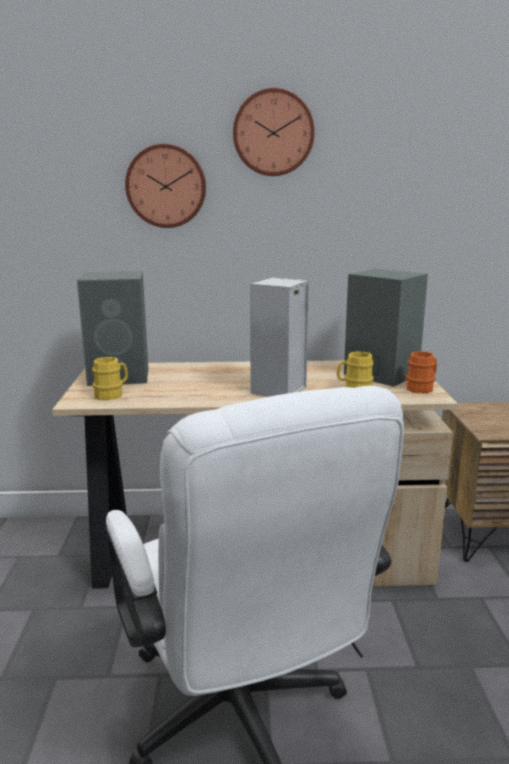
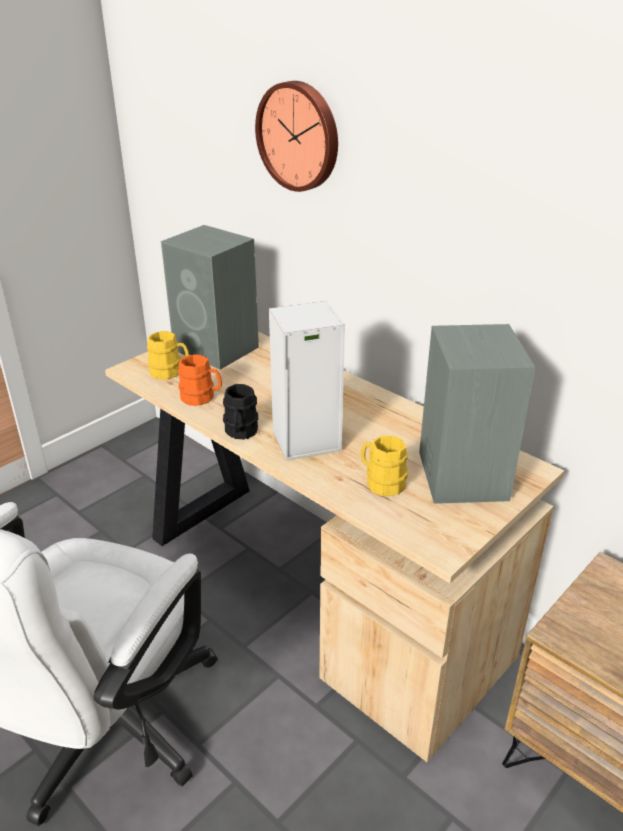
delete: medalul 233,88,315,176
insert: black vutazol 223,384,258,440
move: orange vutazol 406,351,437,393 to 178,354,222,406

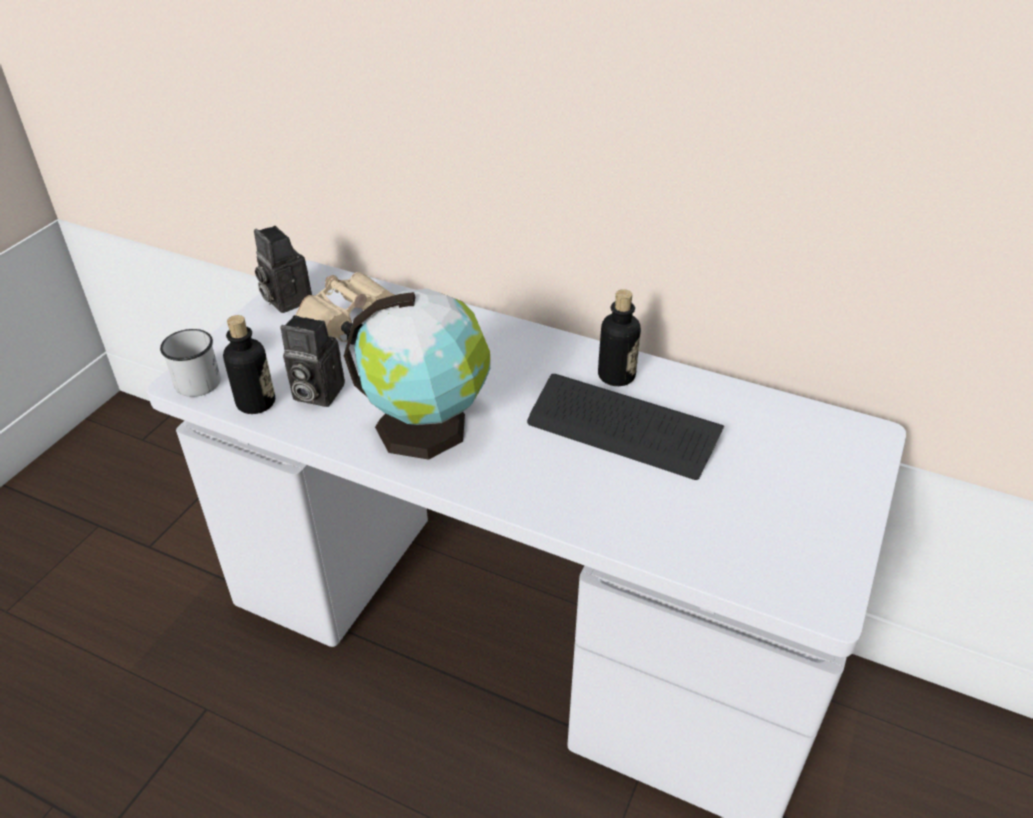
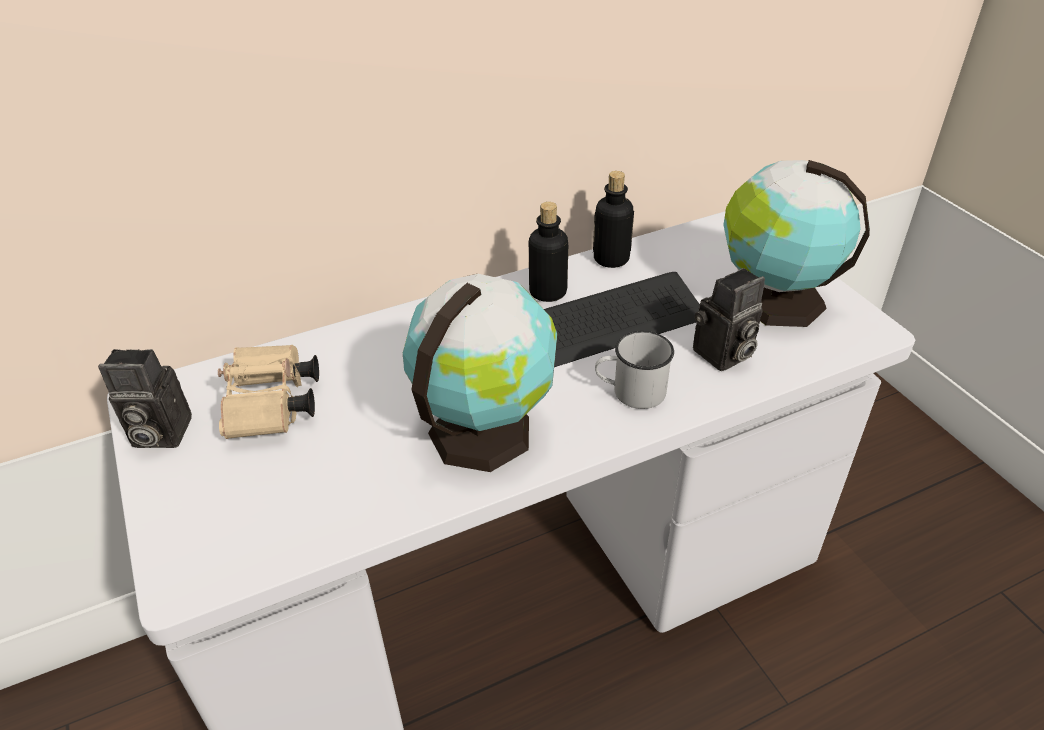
insert: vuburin 723,160,870,327
move: white vutazol 160,329,221,397 to 595,331,674,409; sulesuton 223,315,275,414 to 593,171,634,268; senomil 281,315,345,407 to 693,268,765,371

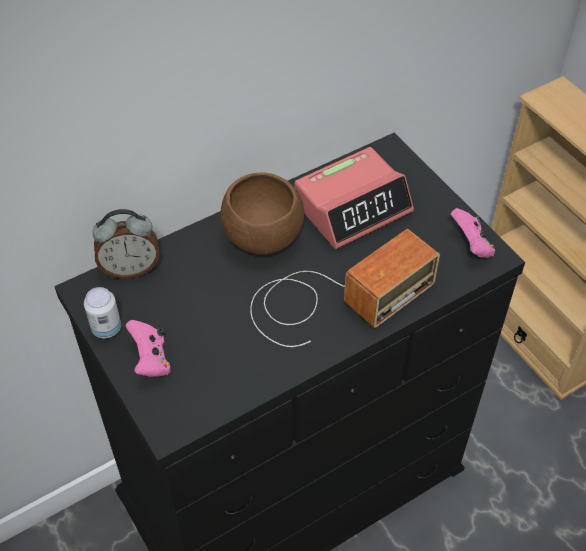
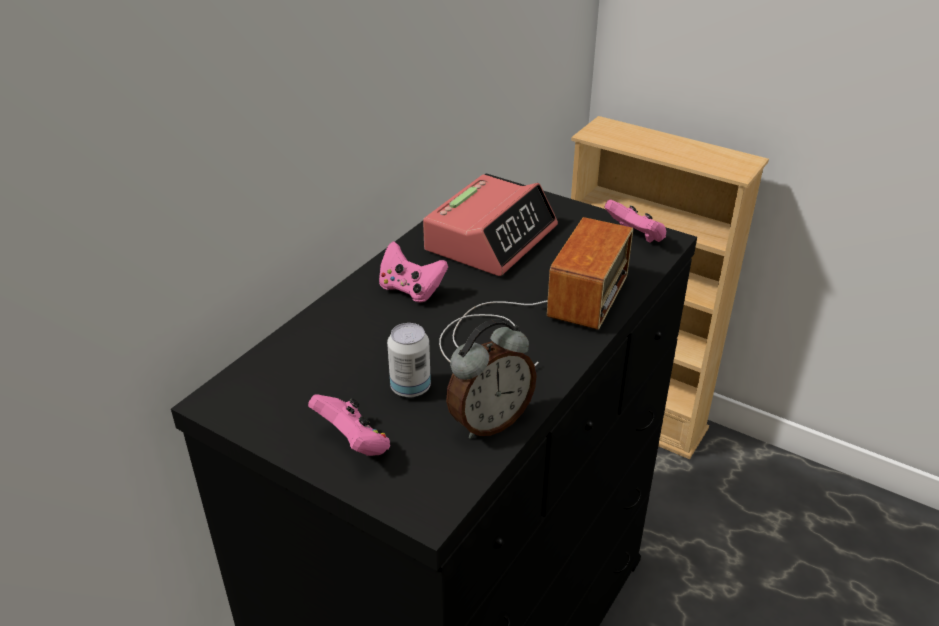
move: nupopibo 84,287,121,338 to 387,323,431,397; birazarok 92,209,159,279 to 446,319,537,439
replace: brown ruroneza 220,172,305,255 to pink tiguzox 379,241,448,303

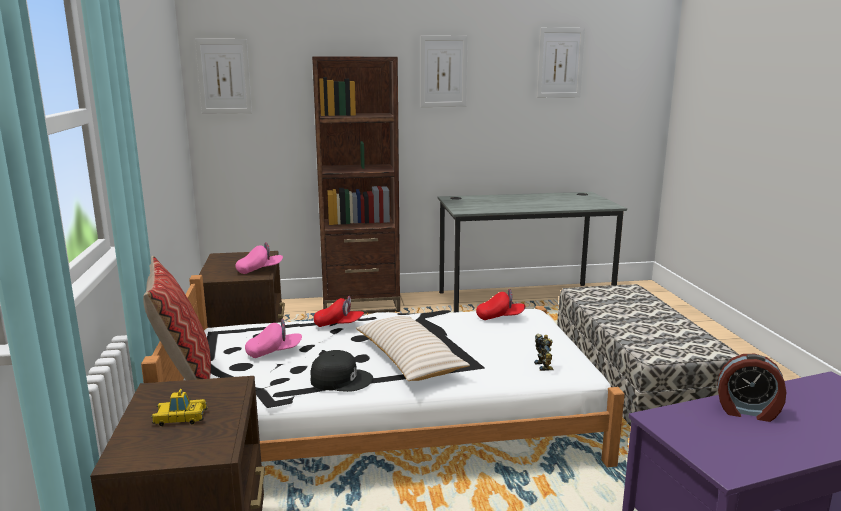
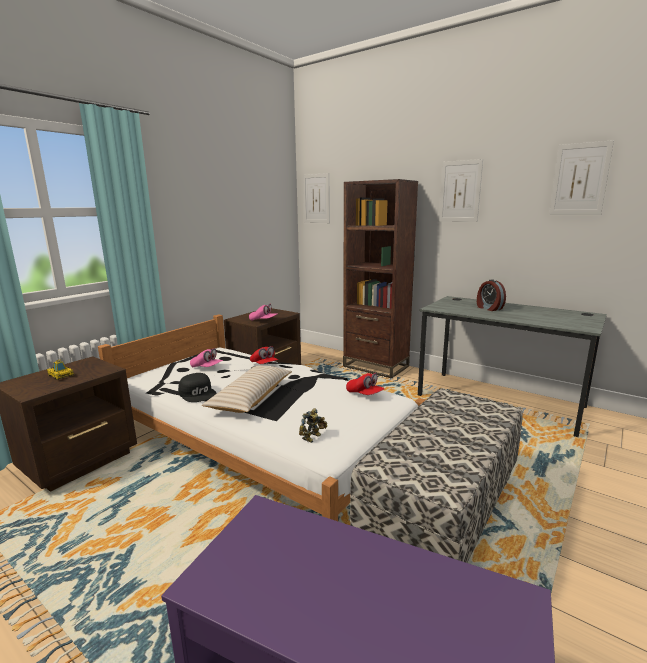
delete: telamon 143,256,211,380
move: birazarok 717,354,786,422 to 477,280,506,311

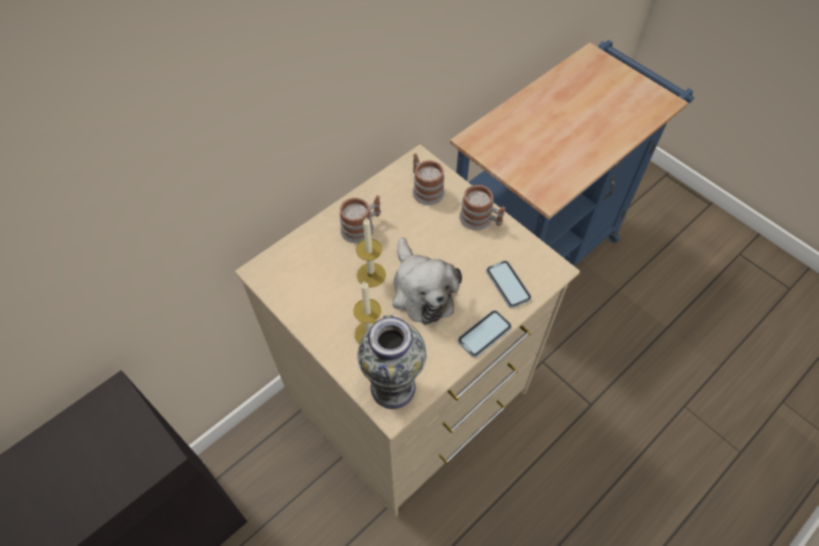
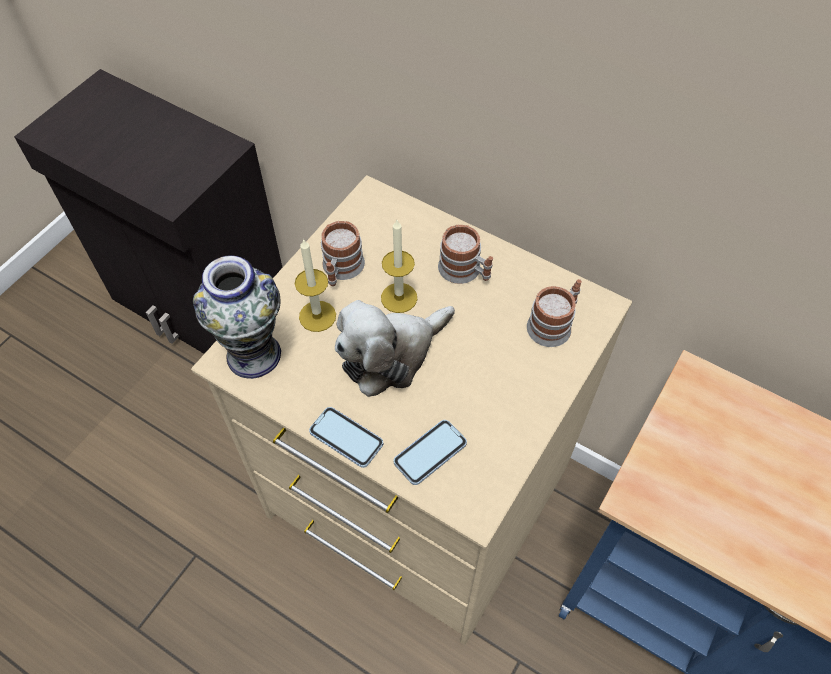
move: vutazol 459,185,505,230 to 321,221,365,286

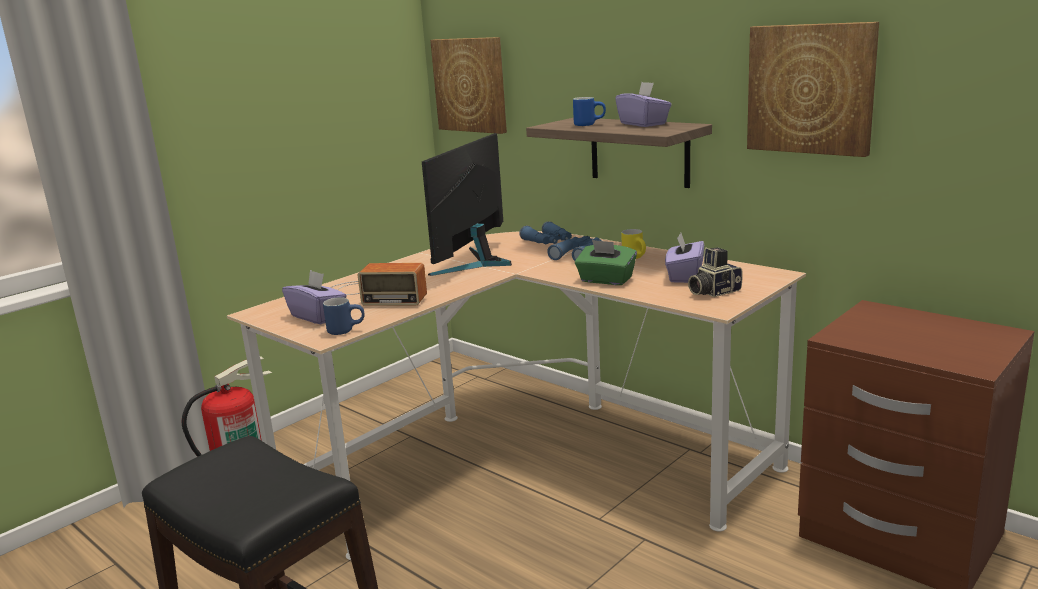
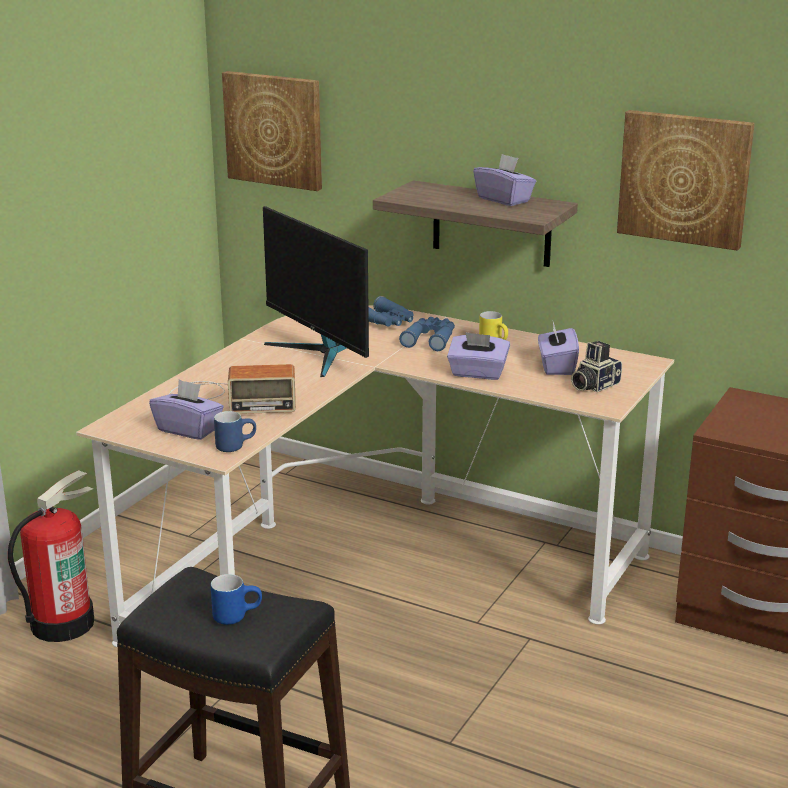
move: blue vutazol 573,97,606,126 to 211,574,262,625
recolor: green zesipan 575,240,637,285 to purple zesipan 447,332,510,380
rotate: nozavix 422,133,512,276 = 263,206,369,377 45 degrees counterclockwise

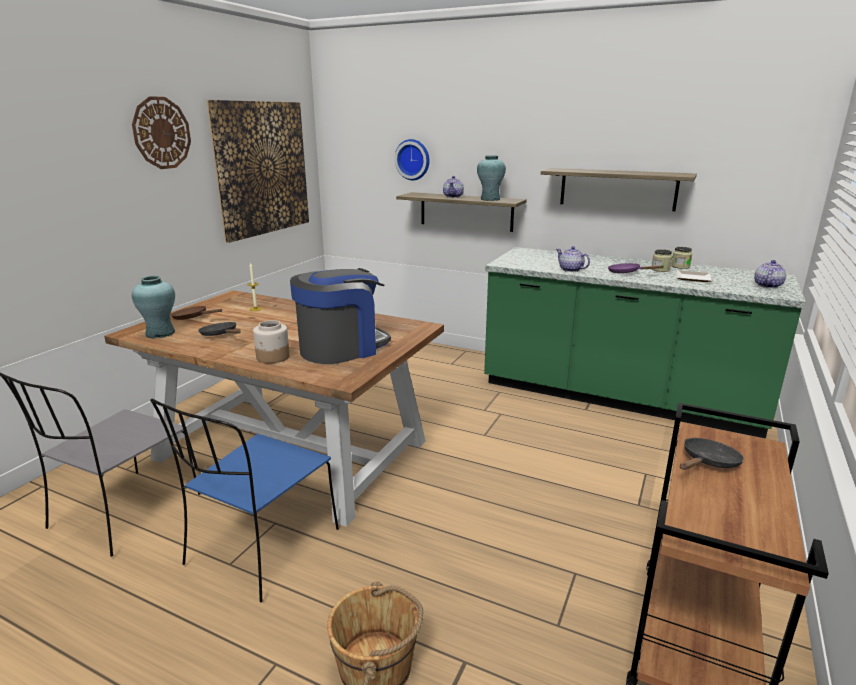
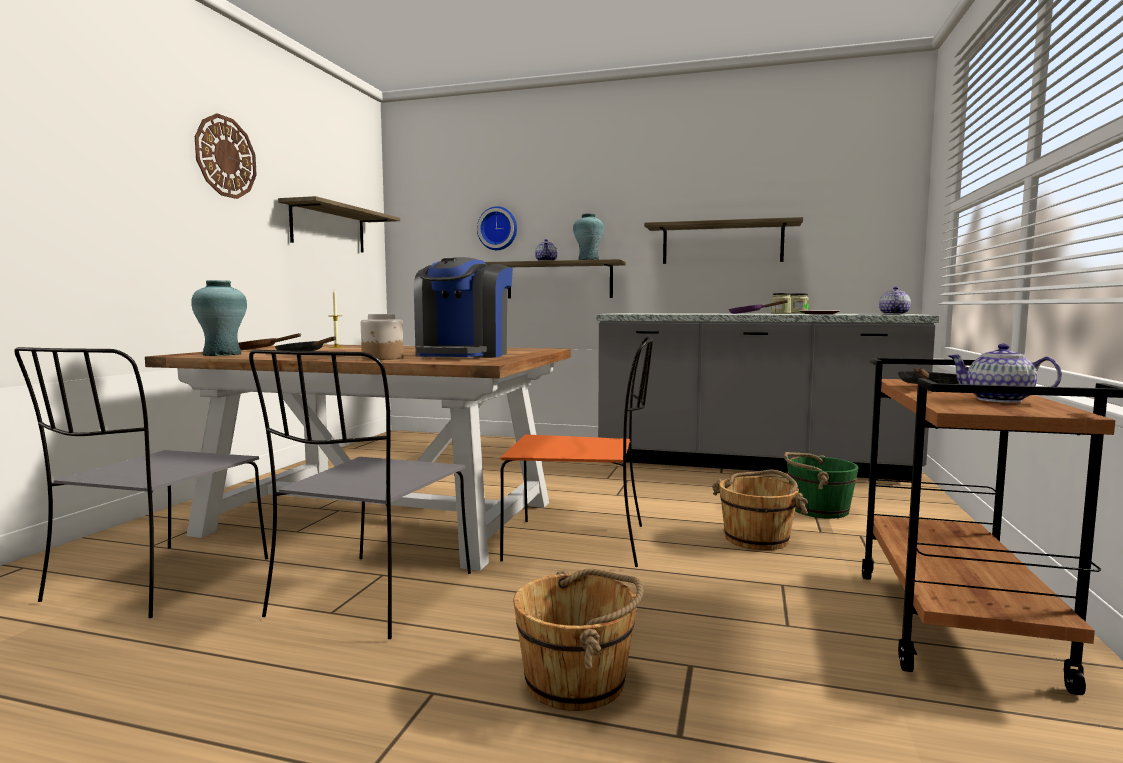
insert: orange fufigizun 500,336,653,567; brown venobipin 712,470,808,550; green venobipin 784,452,859,519
move: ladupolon 556,246,590,272 to 948,344,1062,403
replace: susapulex 207,100,309,243 to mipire 278,196,400,253
recolor: blue fufigizun 150,399,339,603 to grey fufigizun 249,349,471,639; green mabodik 484,247,806,438 to grey mabodik 596,313,940,481
rotate: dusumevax 290,268,391,364 = 414,257,513,358 150 degrees clockwise

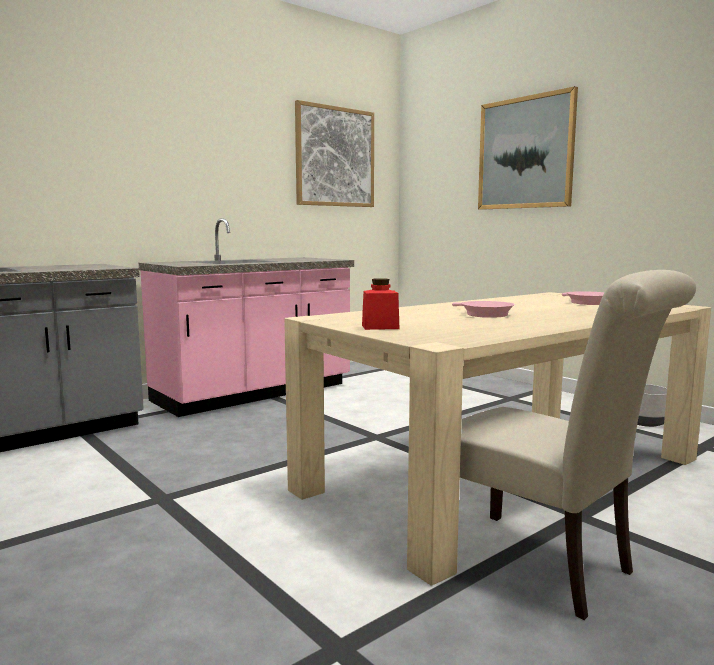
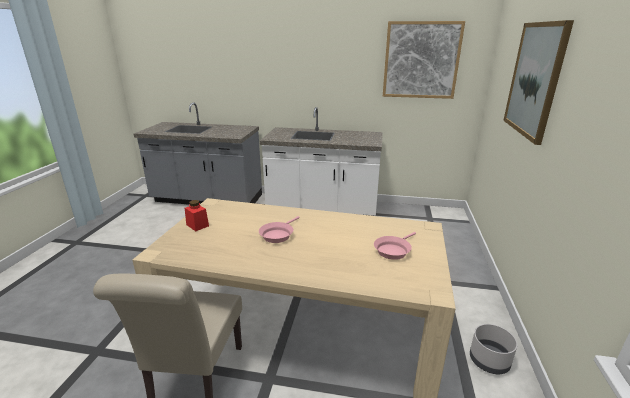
recolor: pink mabodik 139,218,354,417 to white mabodik 260,107,383,216

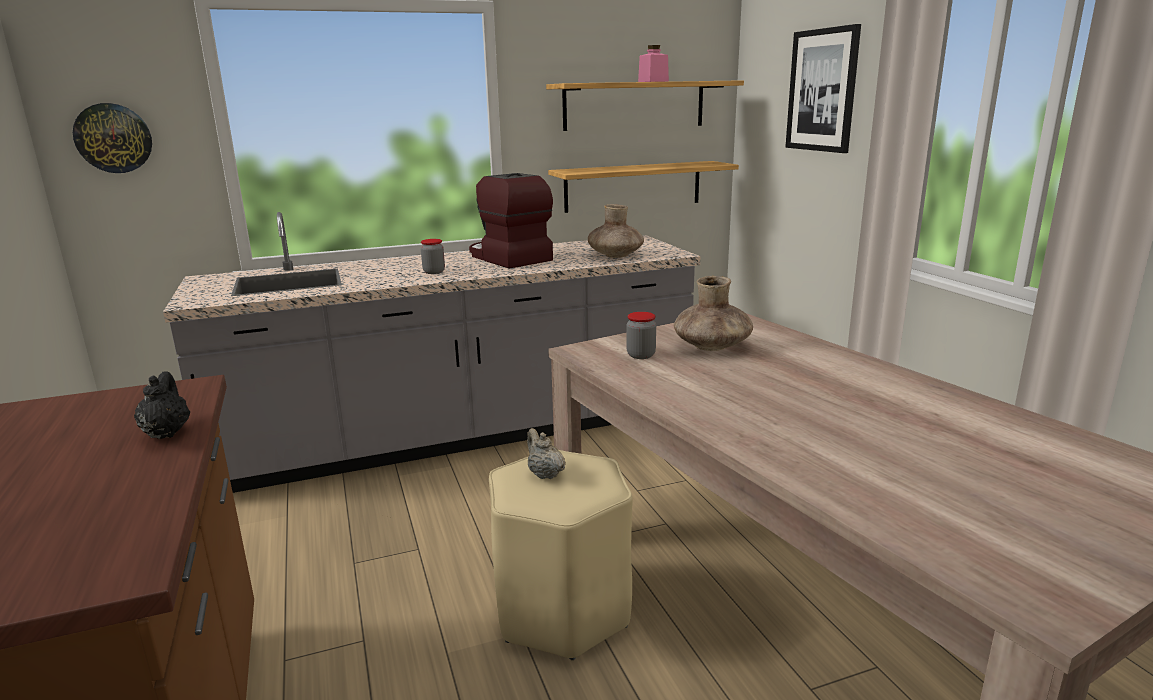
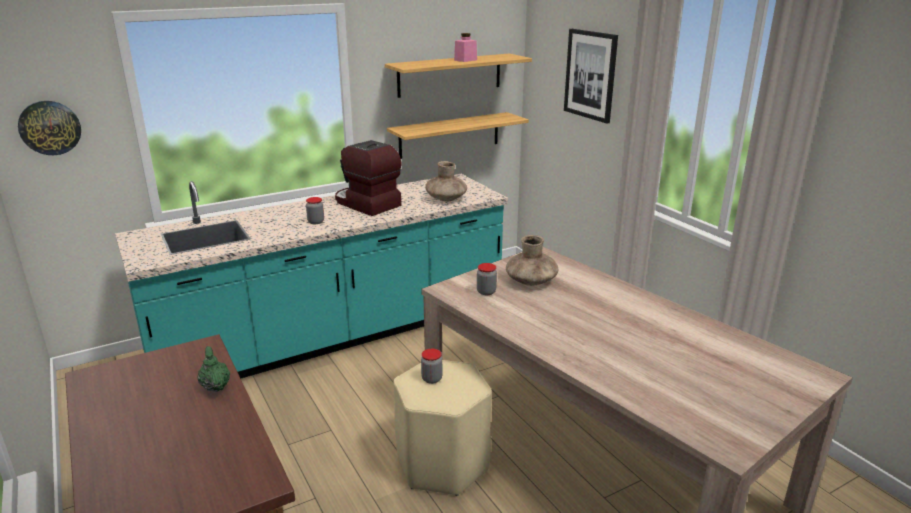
replace: beige ladupolon 527,428,566,479 to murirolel 421,349,442,384
recolor: black ladupolon 134,371,190,439 to green ladupolon 198,346,230,392; grey mabodik 163,212,700,493 to turquoise mabodik 115,174,508,378

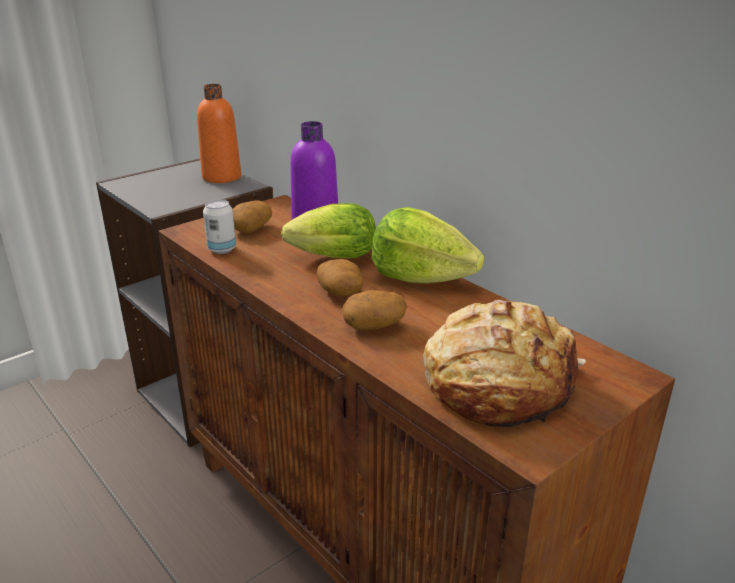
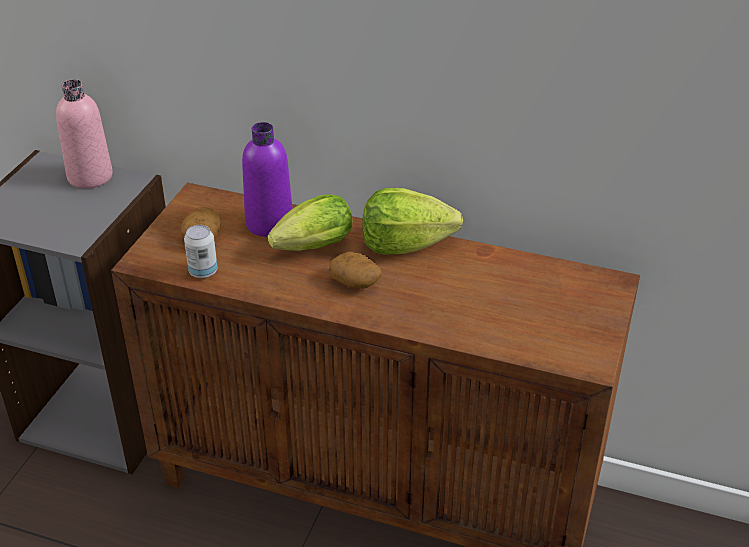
delete: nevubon 342,290,407,331; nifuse 423,300,586,427
recolor: orange sulesuton 197,84,241,183 to pink sulesuton 56,79,113,189

